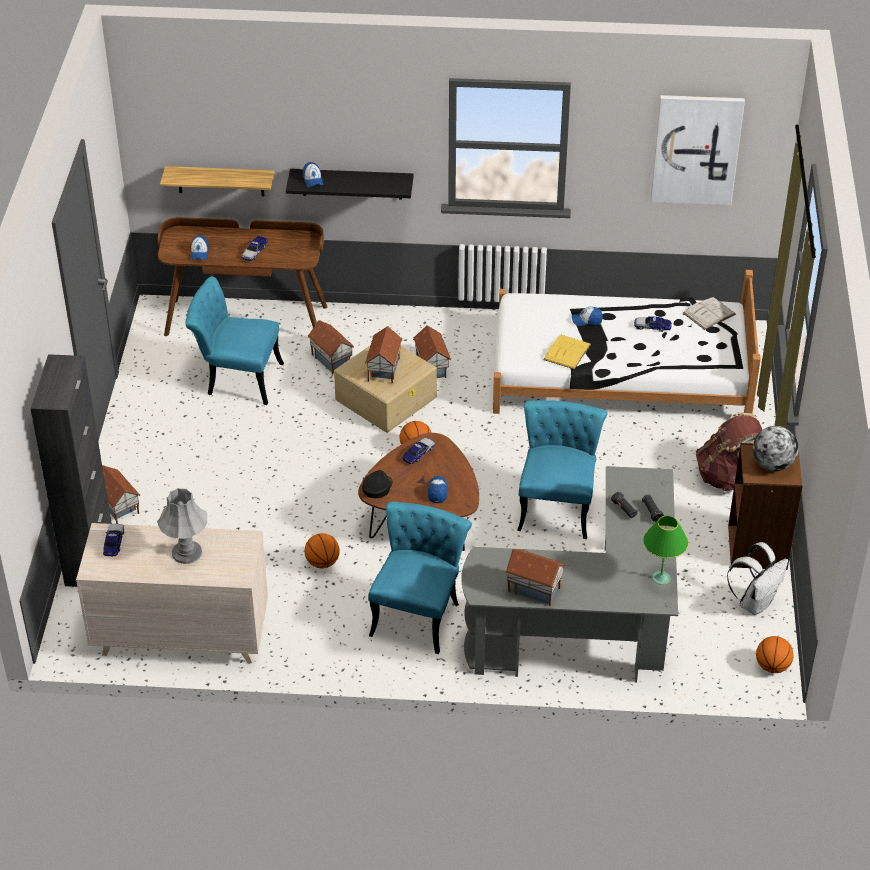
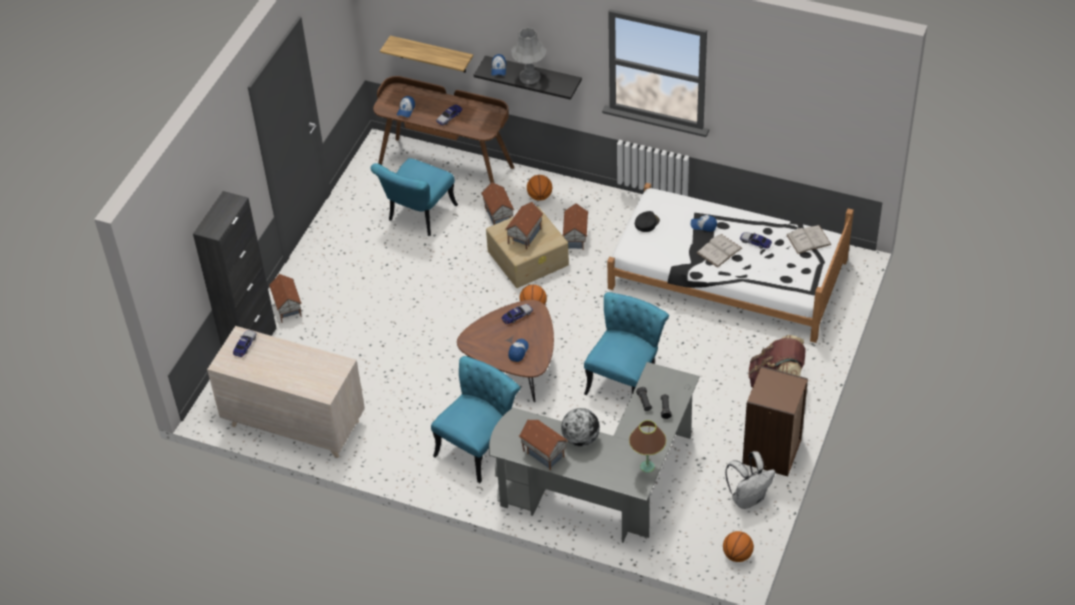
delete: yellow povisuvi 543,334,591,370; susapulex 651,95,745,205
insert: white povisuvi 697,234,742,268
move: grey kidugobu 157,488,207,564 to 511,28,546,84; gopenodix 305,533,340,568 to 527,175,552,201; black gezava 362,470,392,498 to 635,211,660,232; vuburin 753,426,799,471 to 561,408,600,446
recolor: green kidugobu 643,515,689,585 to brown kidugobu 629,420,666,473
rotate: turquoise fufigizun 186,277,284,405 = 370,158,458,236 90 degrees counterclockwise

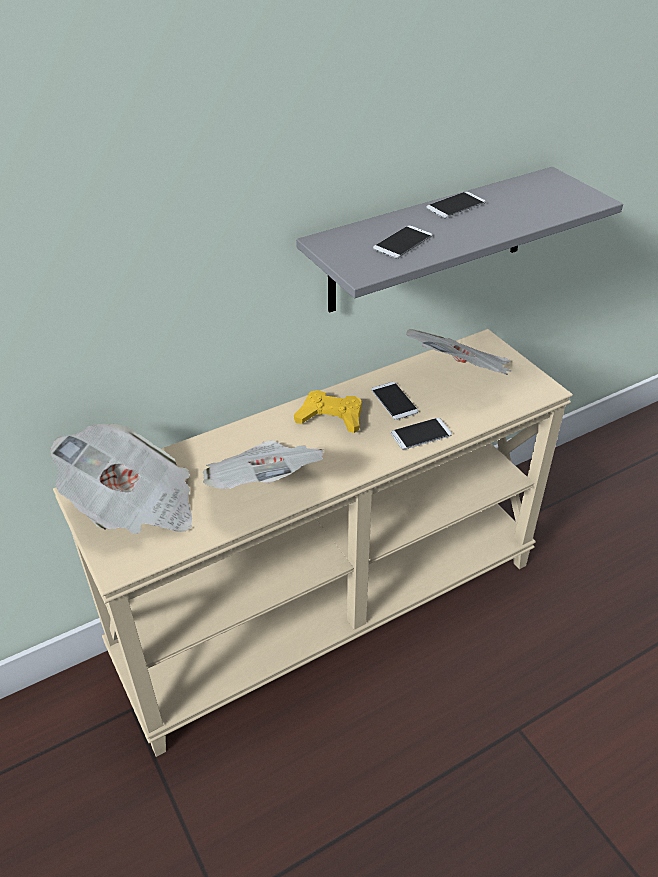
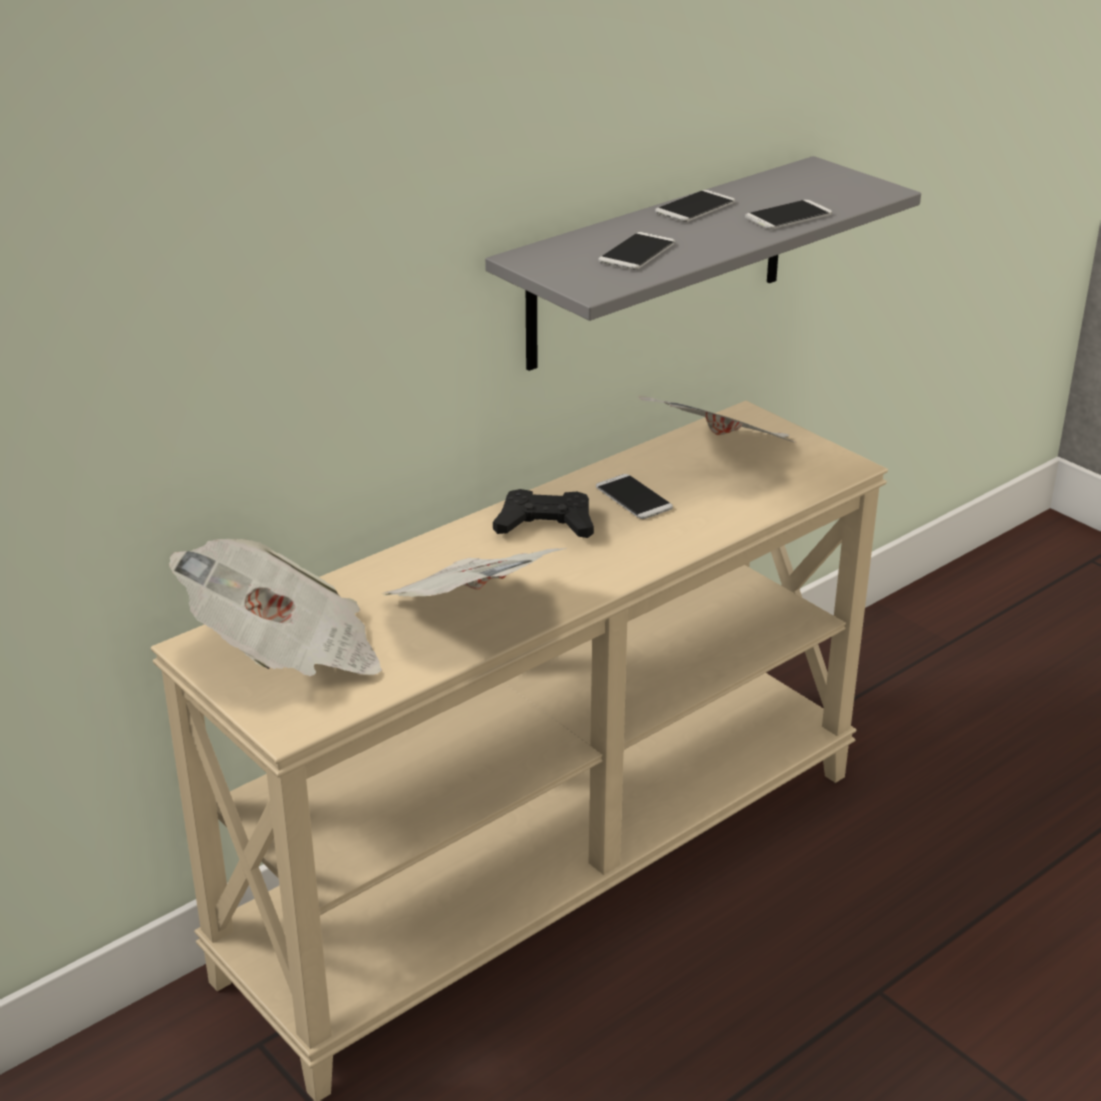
move: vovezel 391,418,452,450 to 745,200,832,230
recolor: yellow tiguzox 294,390,362,433 to black tiguzox 493,489,594,538

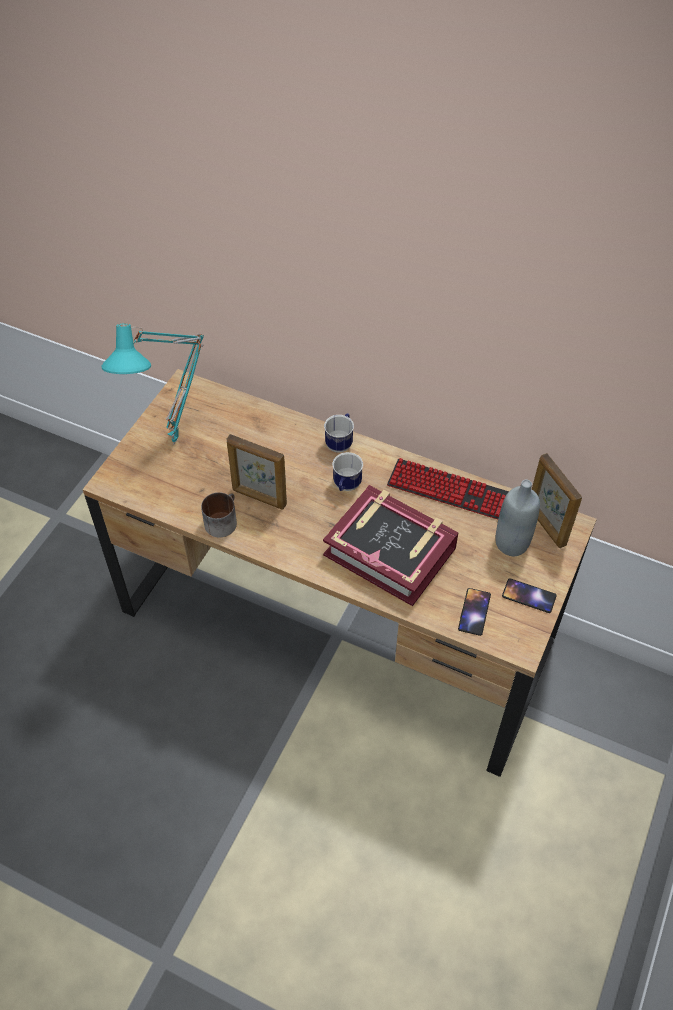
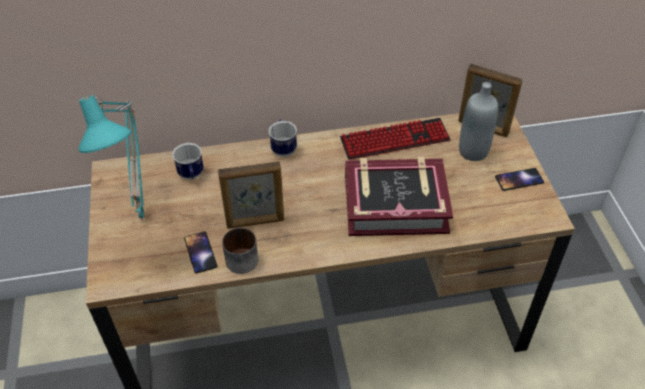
move: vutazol 332,452,363,491 to 172,143,204,180; vovezel 458,588,491,636 to 184,231,217,274

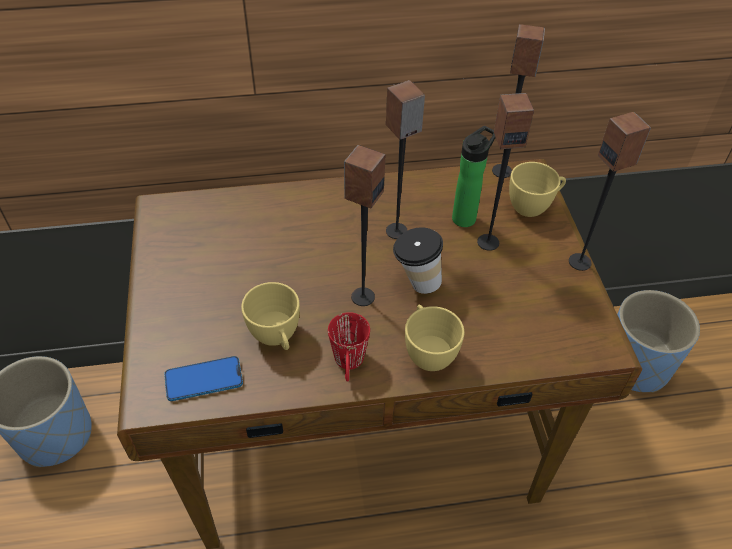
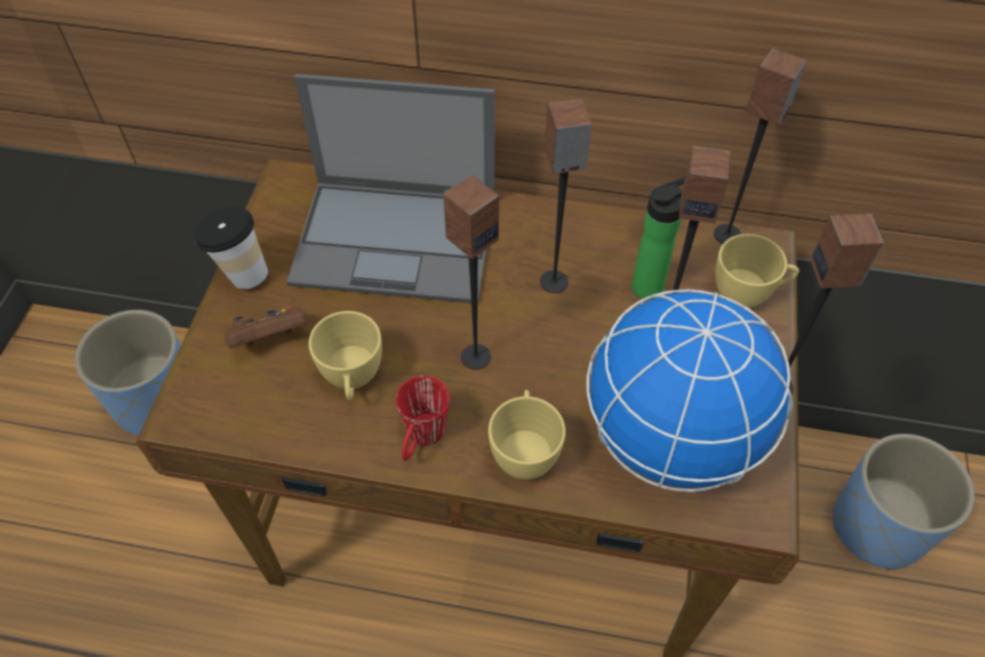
delete: vovezel 164,356,243,401
insert: brown tiguzox 225,306,307,348; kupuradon 287,74,495,304; vuburin 586,289,793,492
move: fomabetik 393,227,443,294 to 194,207,268,289

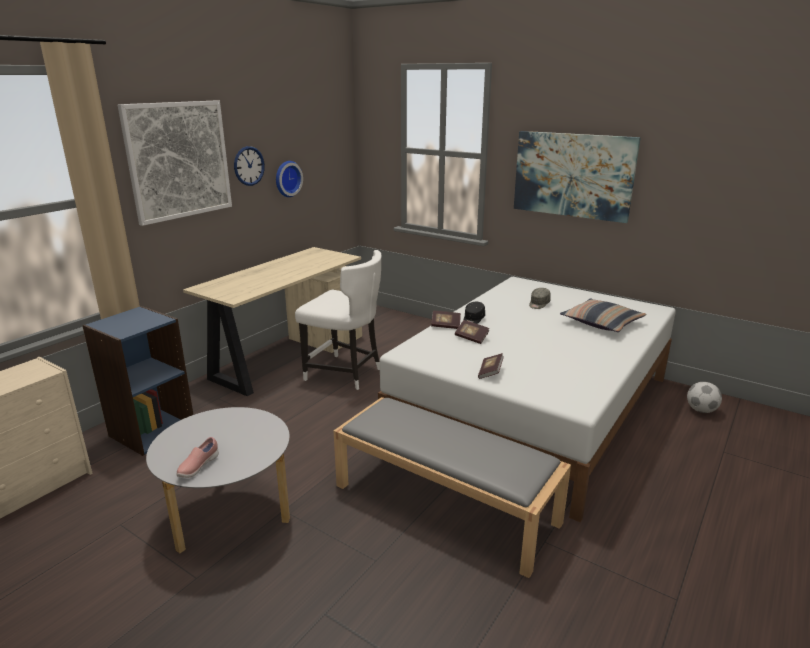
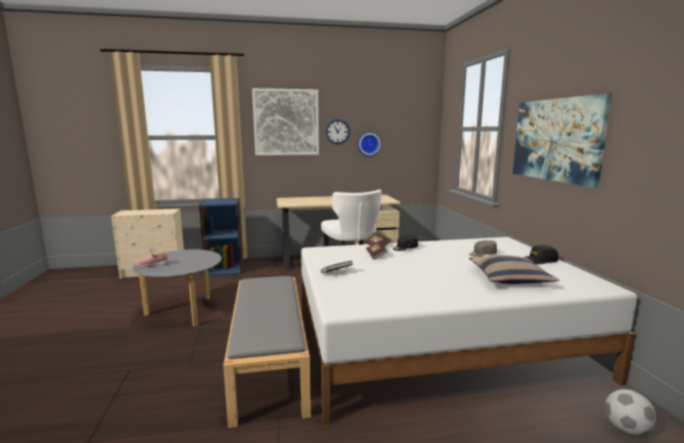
insert: black gezava 524,245,558,264

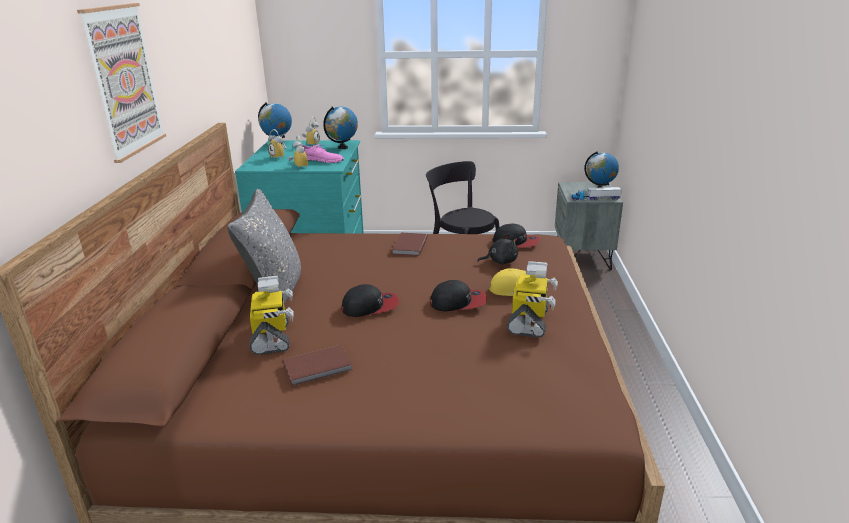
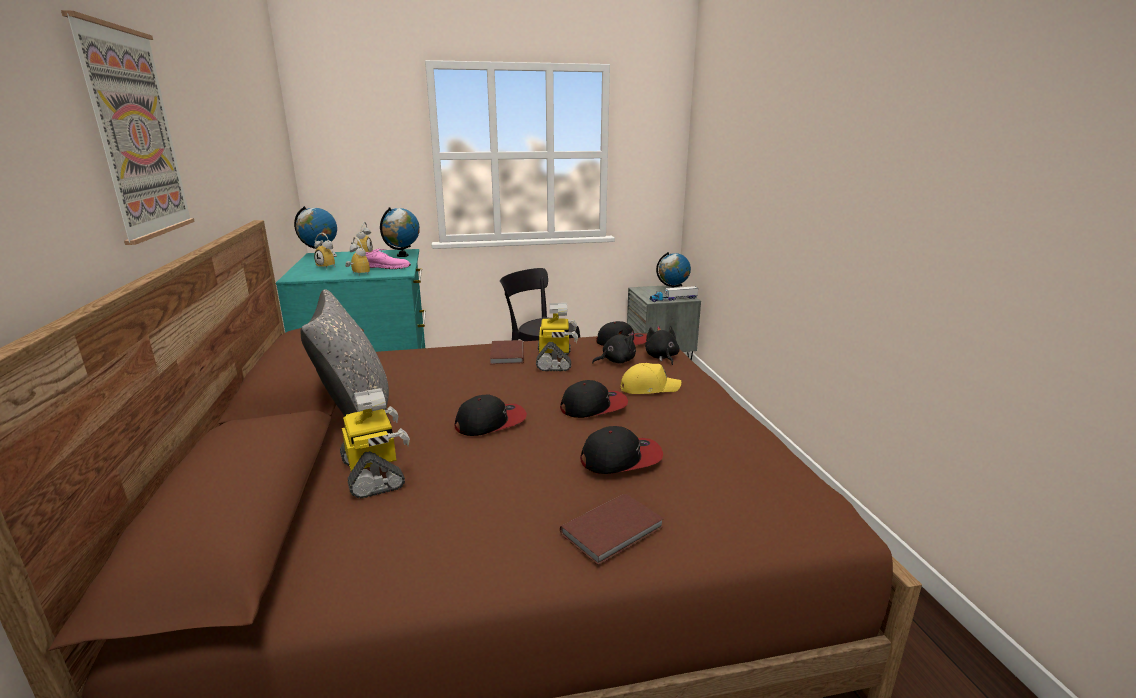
insert: gezava 580,426,663,474; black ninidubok 645,326,680,365
move: brown povisuvi 283,345,353,386 to 560,493,664,565; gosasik 507,261,558,338 to 536,303,578,371

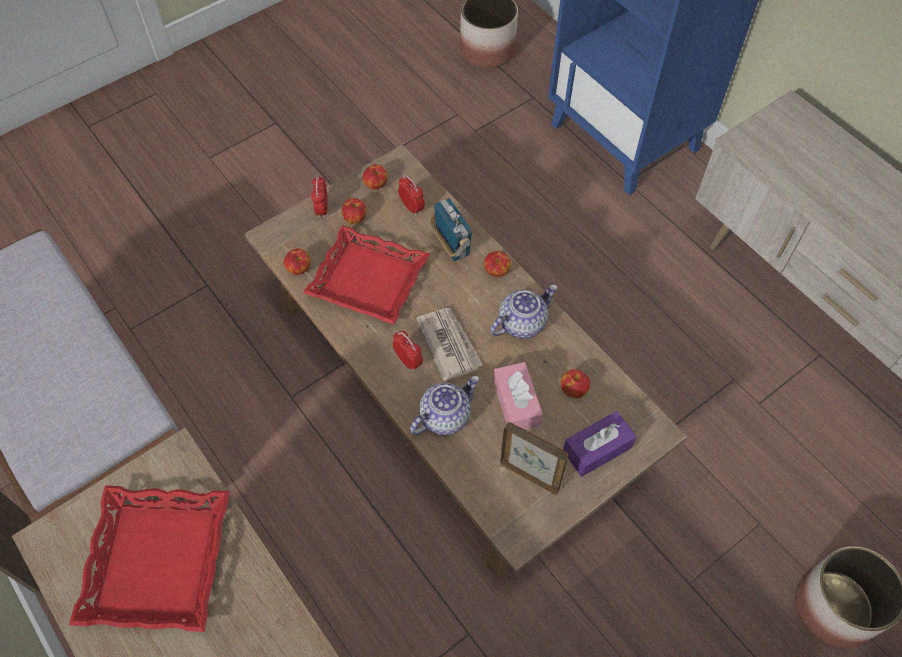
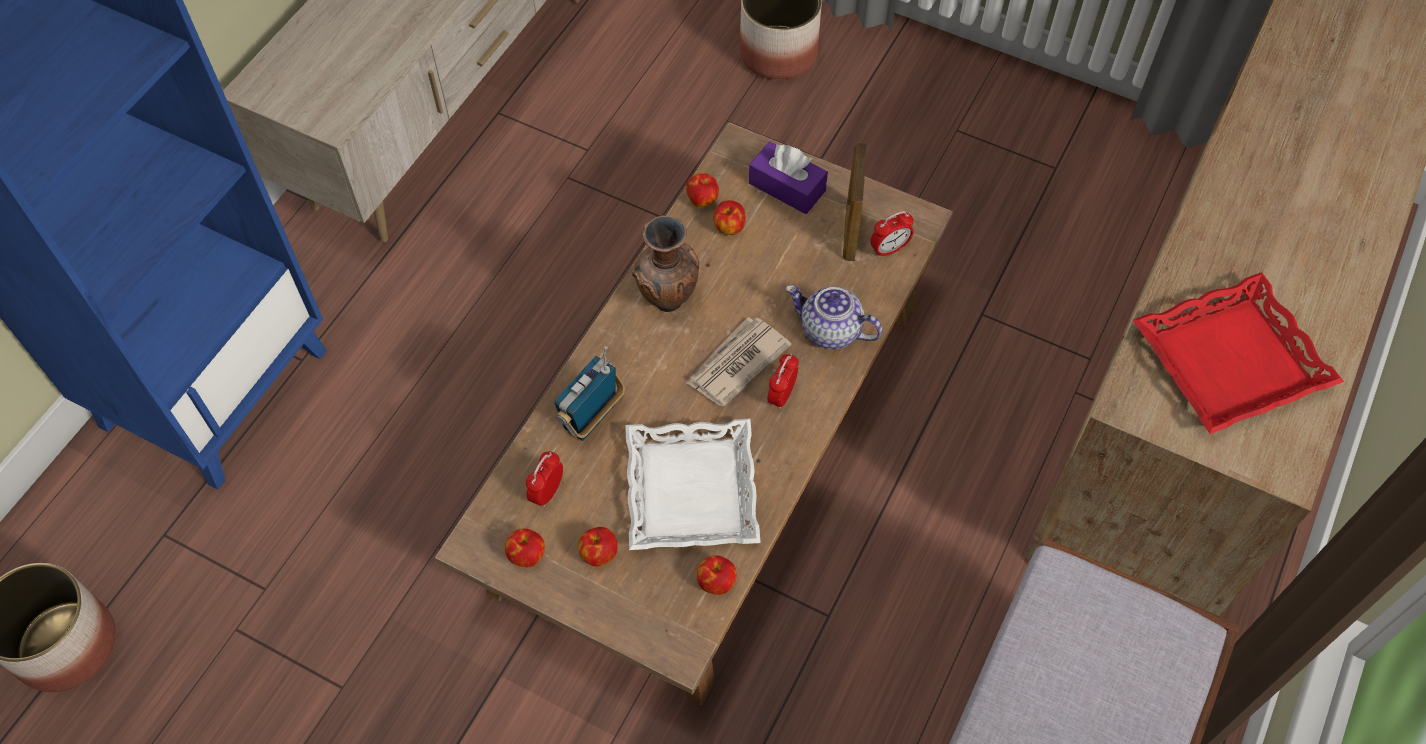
delete: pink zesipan 493,362,543,430
move: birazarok 311,175,328,218 to 870,211,914,258; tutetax 484,251,511,277 to 686,173,719,207
replace: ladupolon 490,285,558,339 to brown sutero 632,216,699,312
recolor: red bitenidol 303,225,429,324 to white bitenidol 626,419,761,550

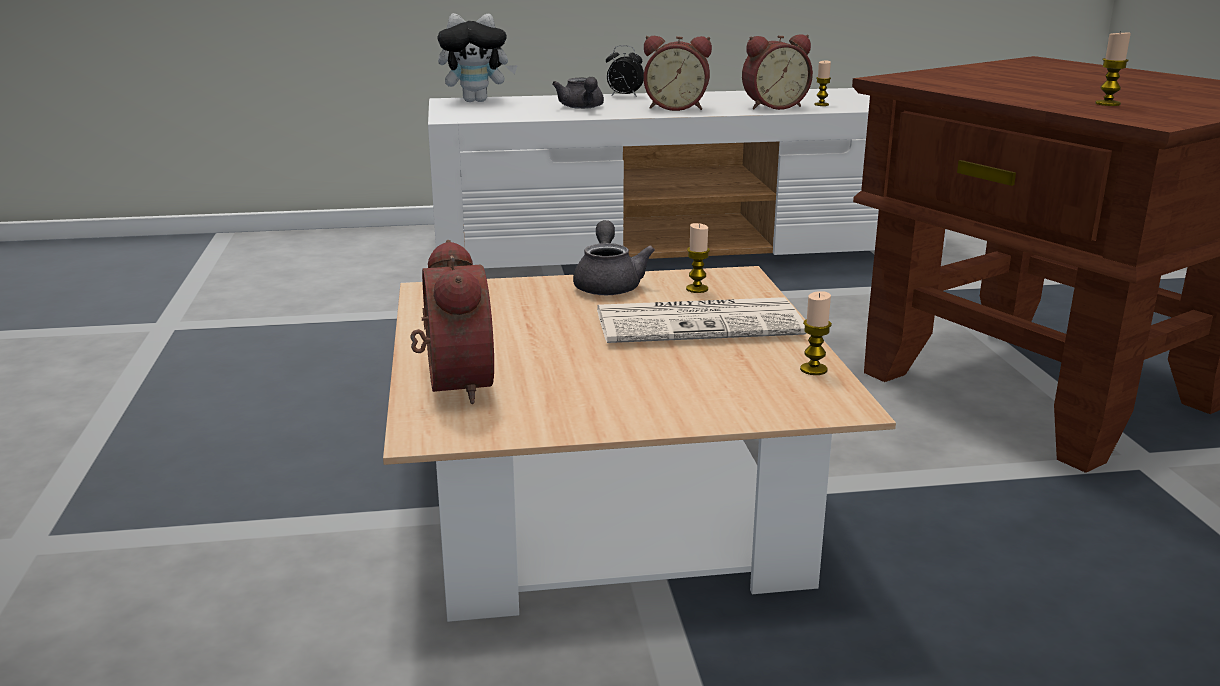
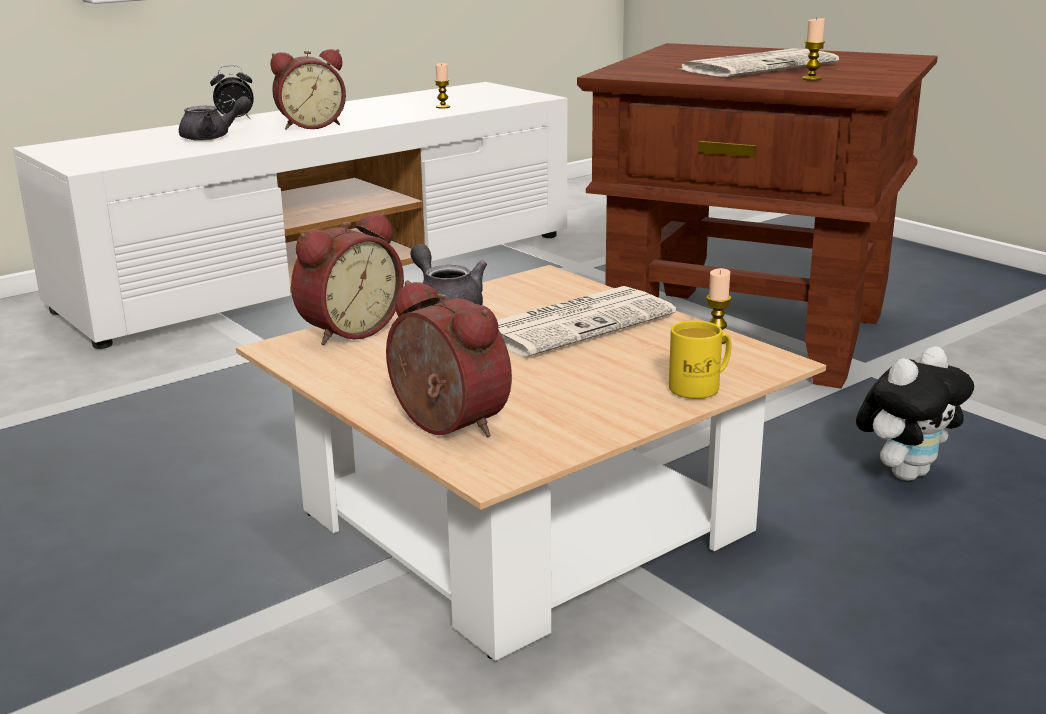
delete: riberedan 686,223,710,293
insert: yellow vutazol 669,320,732,399; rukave 677,48,839,77
move: ninidubok 437,13,518,102 to 856,346,974,481; birazarok 742,34,813,110 to 291,212,404,345
rotate: grey ladupolon 552,77,604,109 = 179,96,252,141 60 degrees counterclockwise

